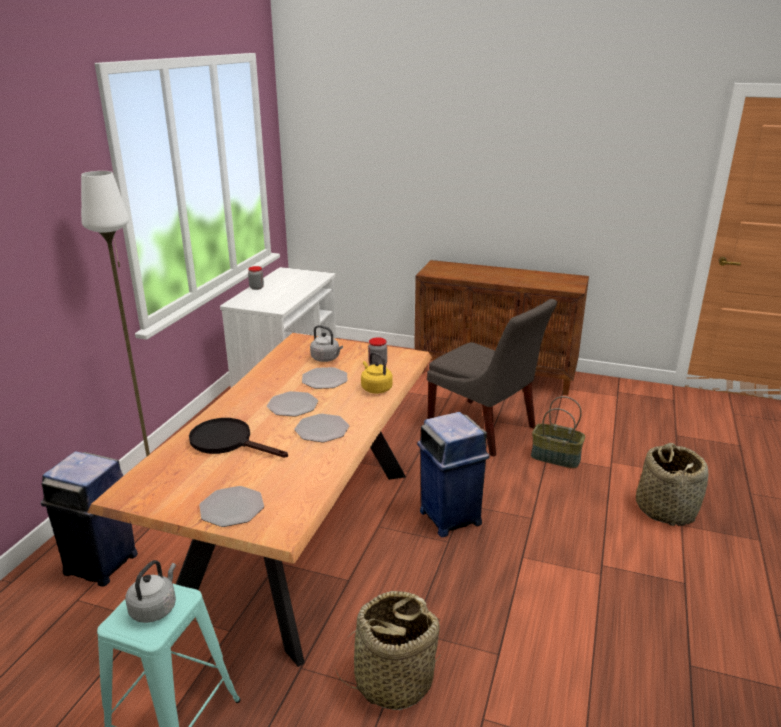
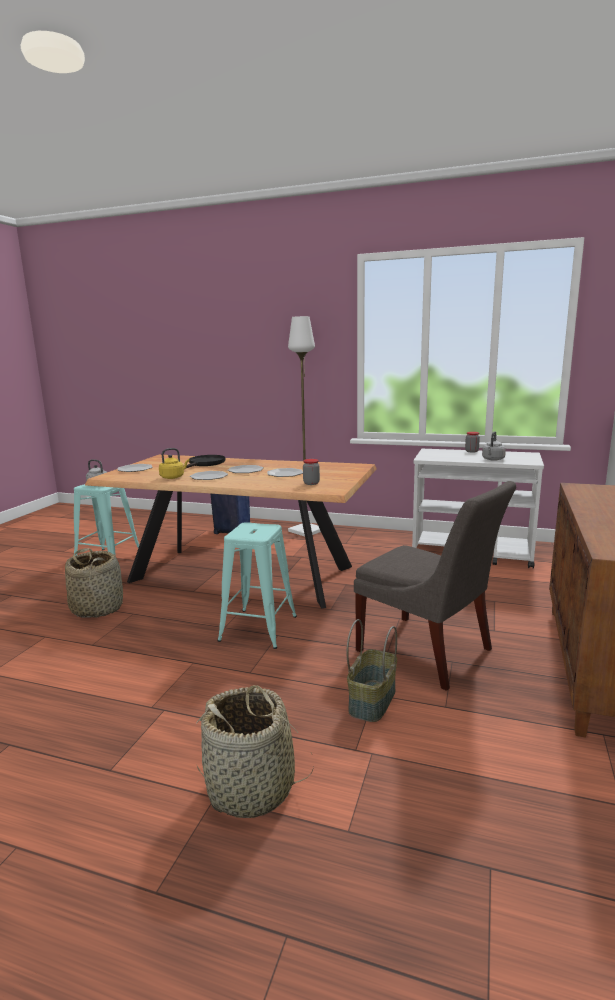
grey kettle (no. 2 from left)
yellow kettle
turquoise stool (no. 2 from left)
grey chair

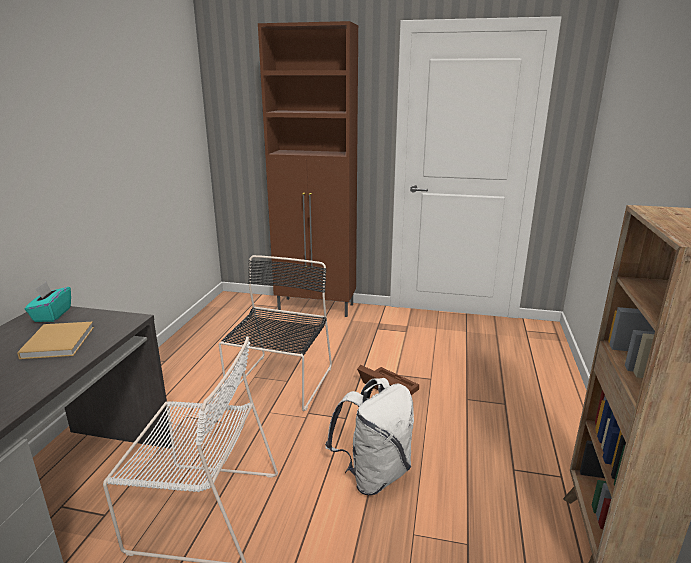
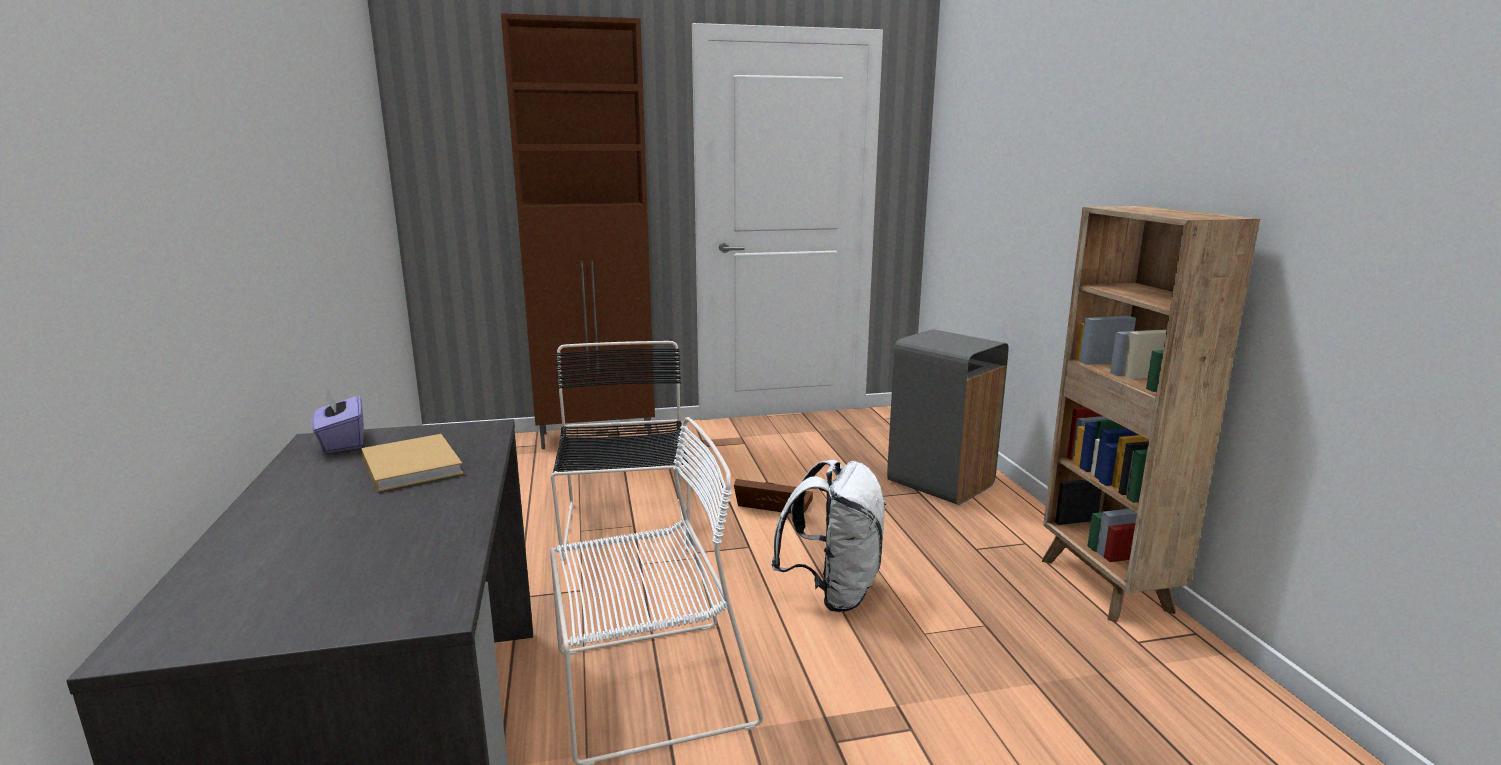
purple tissue box
grey trash can

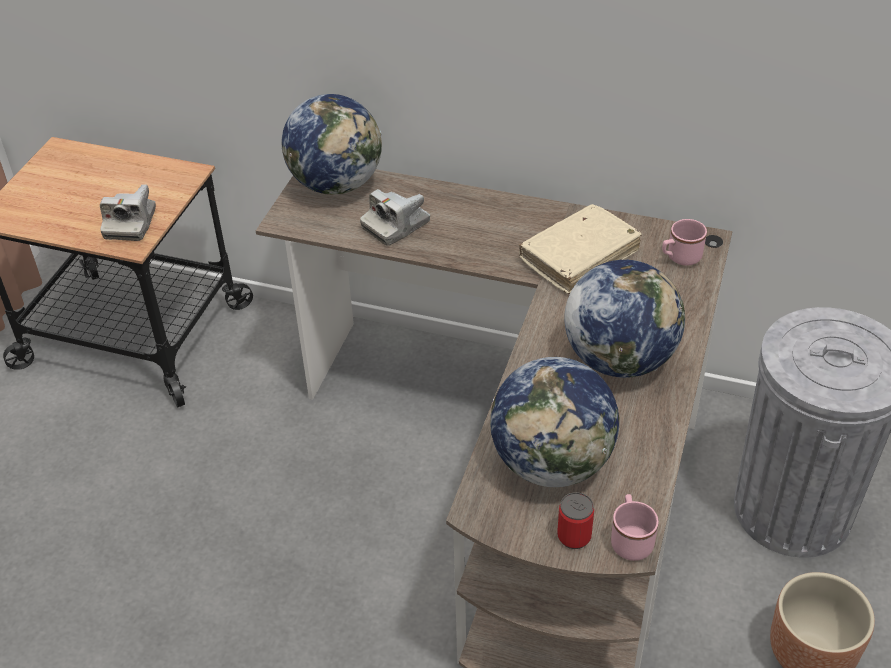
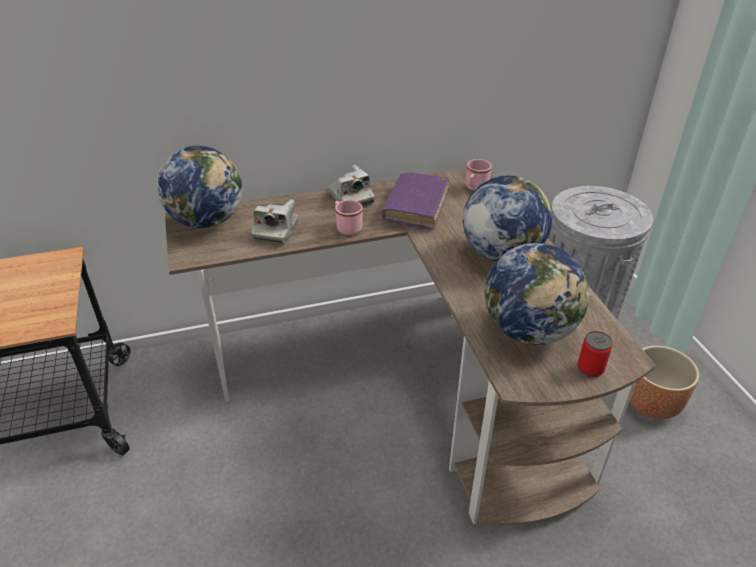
photo camera (no. 2 from left)
purple book
pink mug (no. 1 from left)

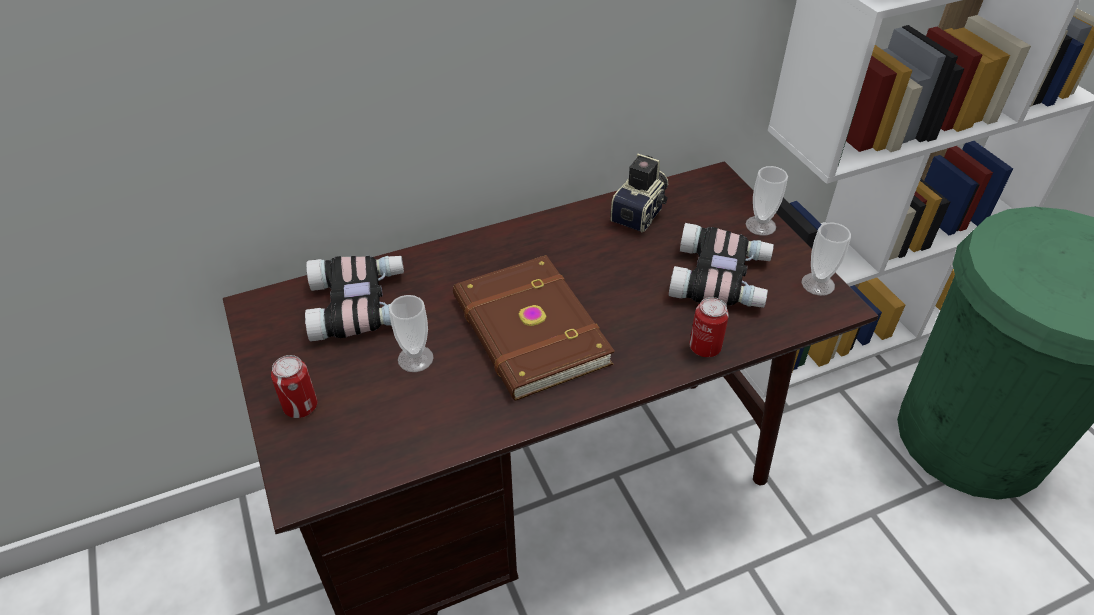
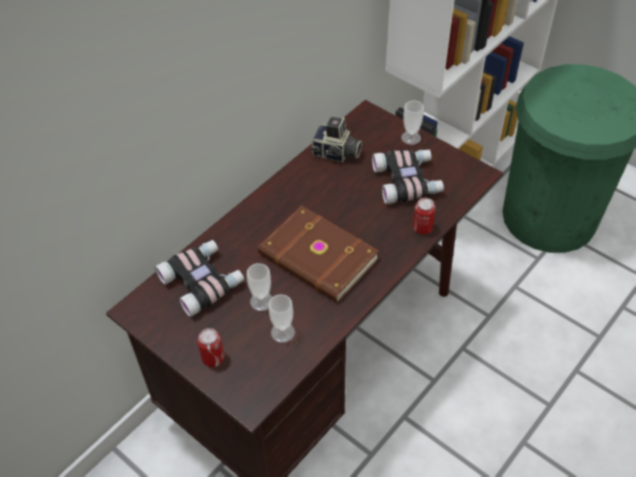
photo camera
cup (no. 2 from left)

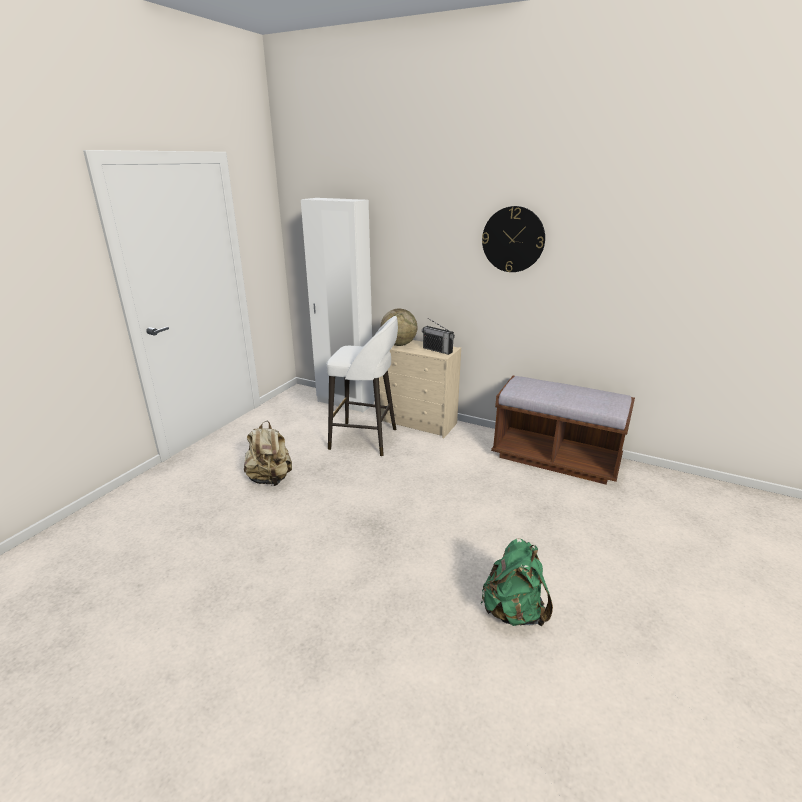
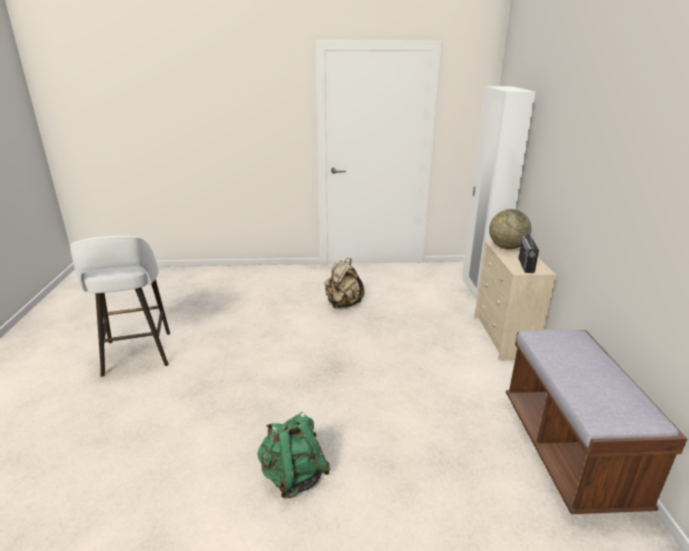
white stool
wall clock

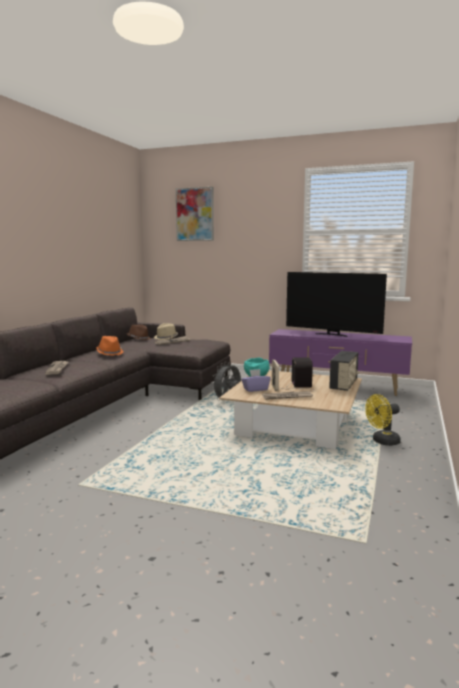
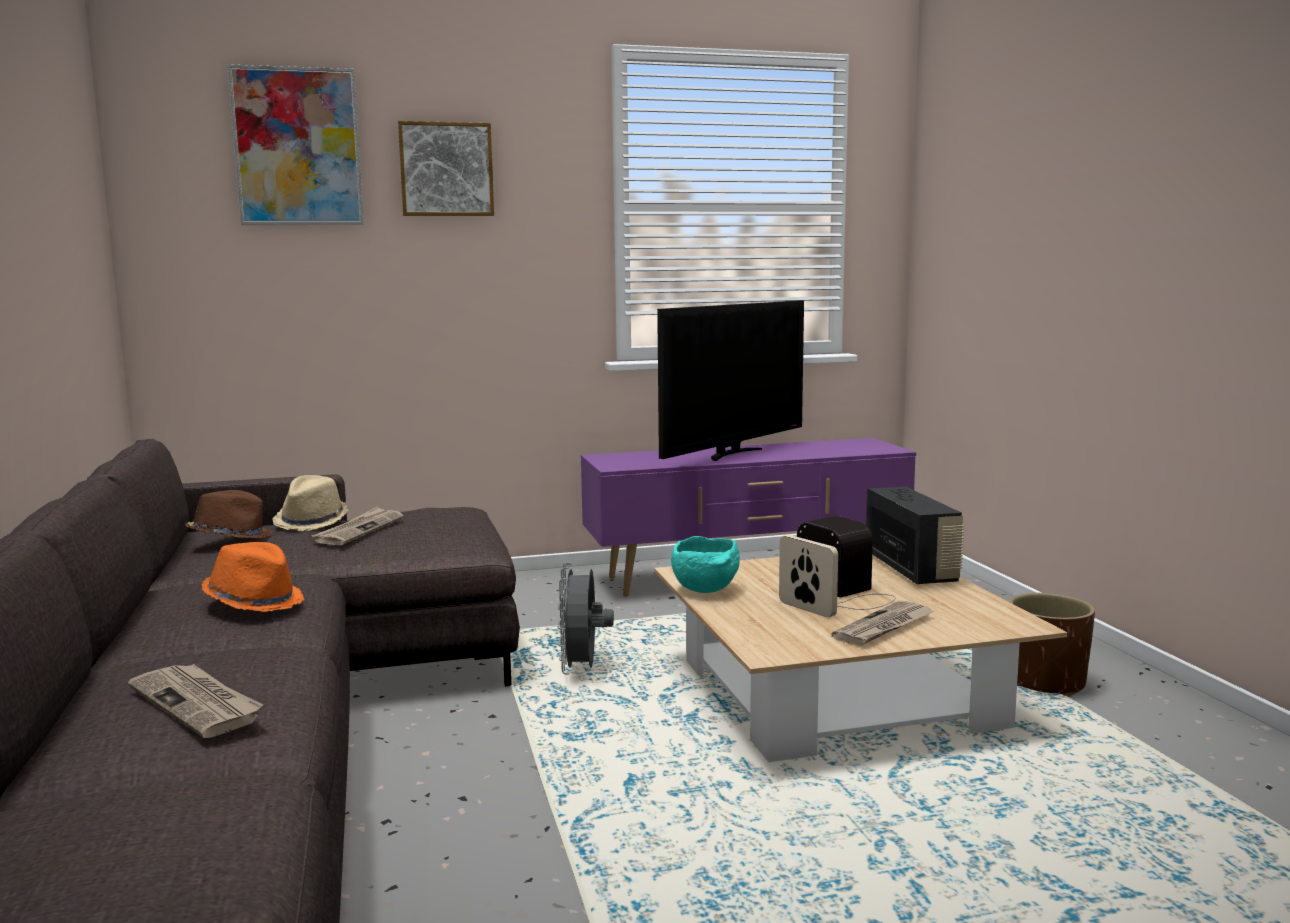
purple tissue box
television
brown planter
picture (no. 2 from left)

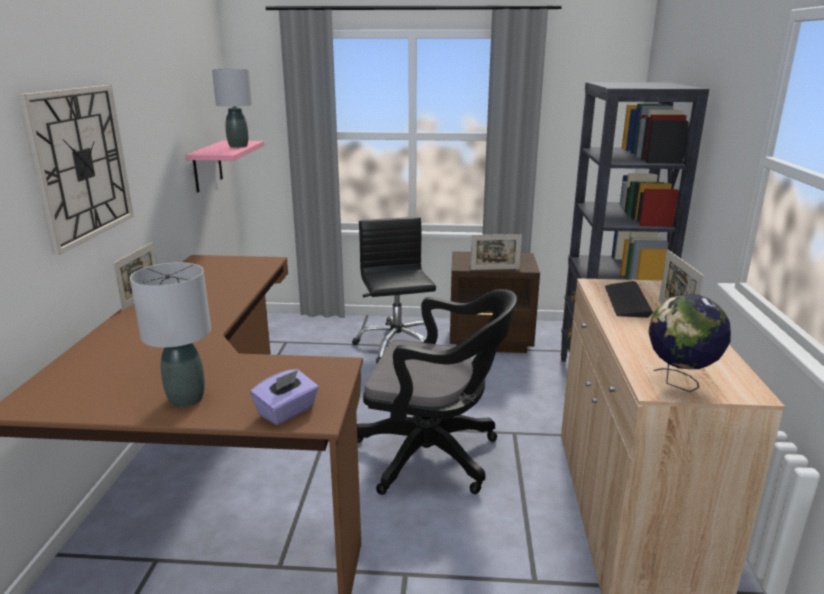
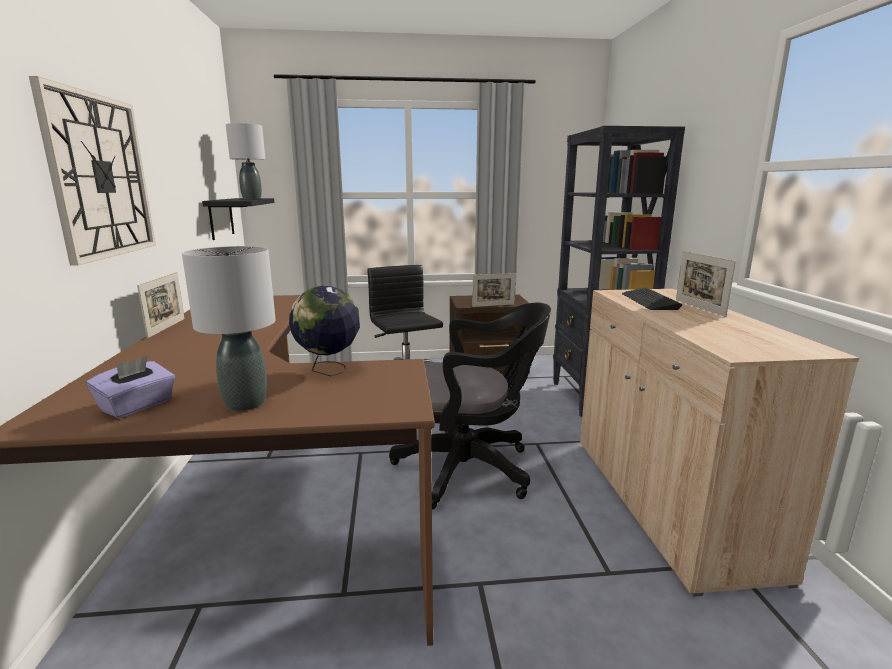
black shelf
purple tissue box
globe

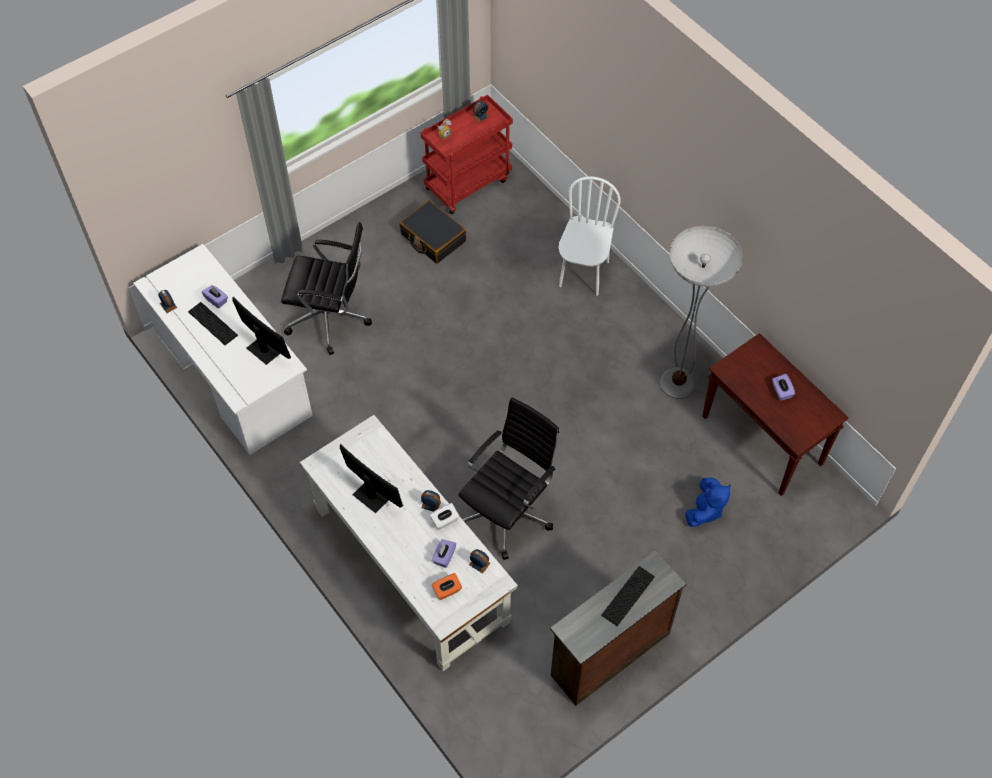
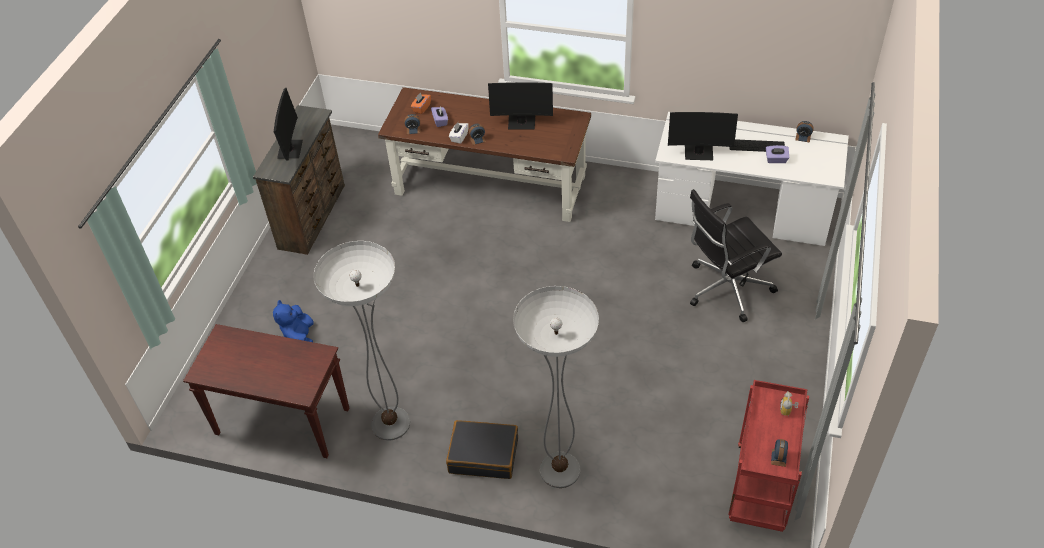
brown desk
black suitcase
black office chair (no. 2 from left in the first image)
floor lamp (no. 2 from left)
monitor (no. 1 from left)
purple tissue box (no. 3 from left in the first image)

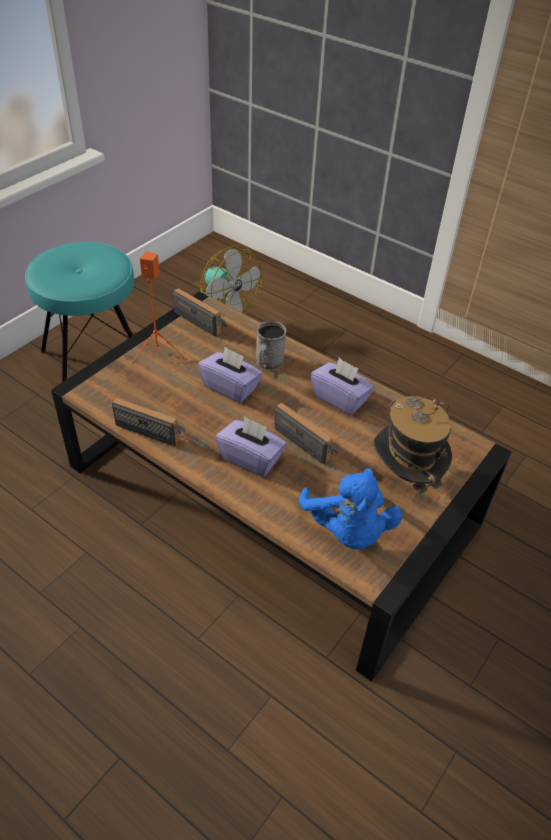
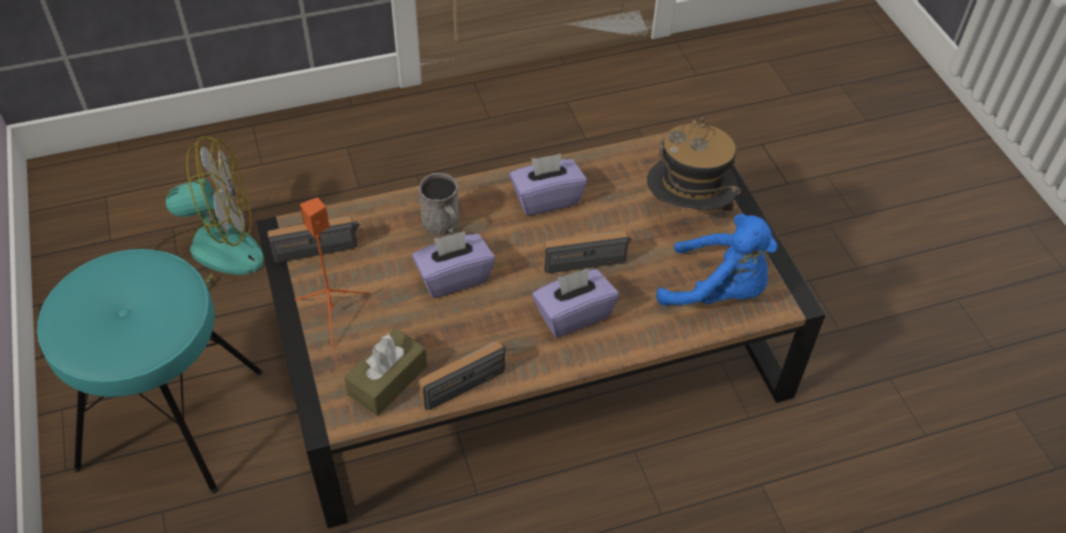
brown tissue box

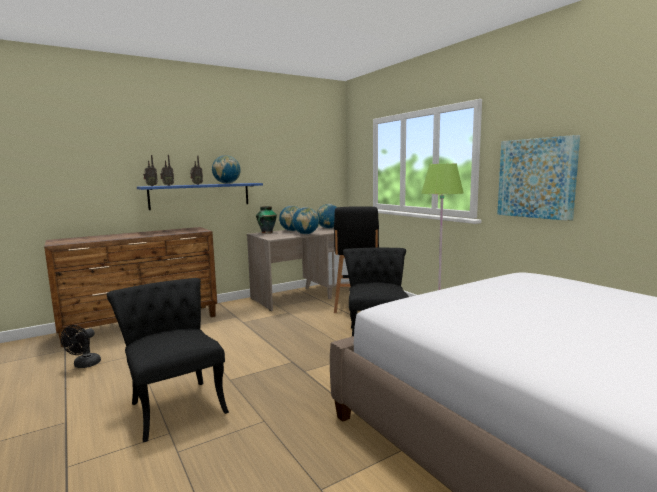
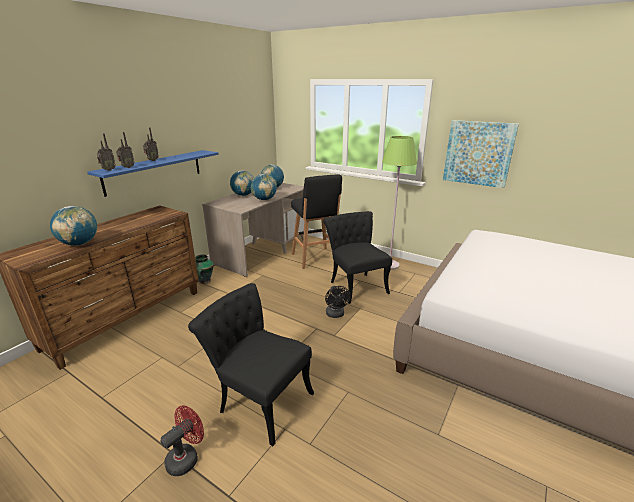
black fan
globe (no. 1 from left)
vase
red fan

